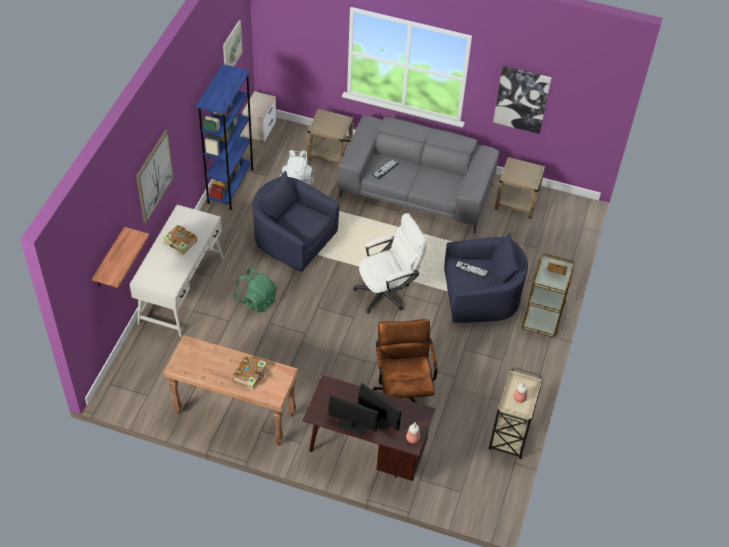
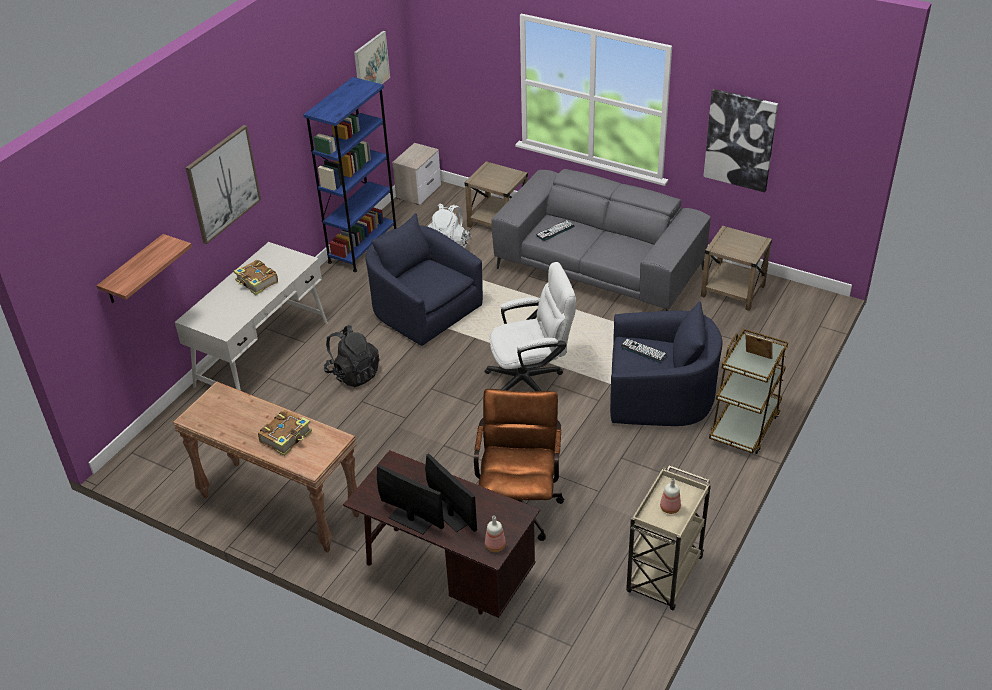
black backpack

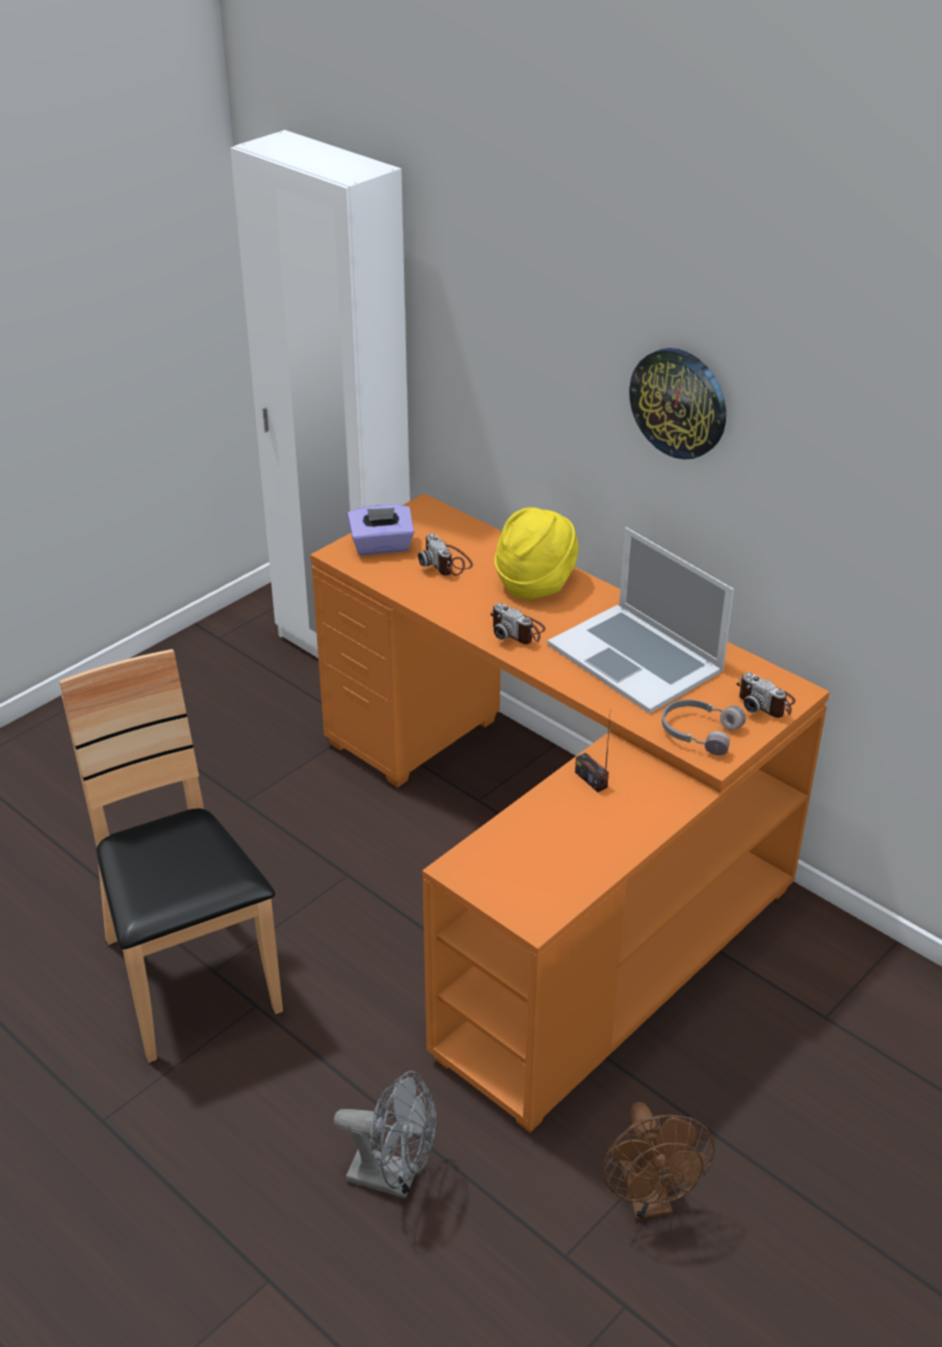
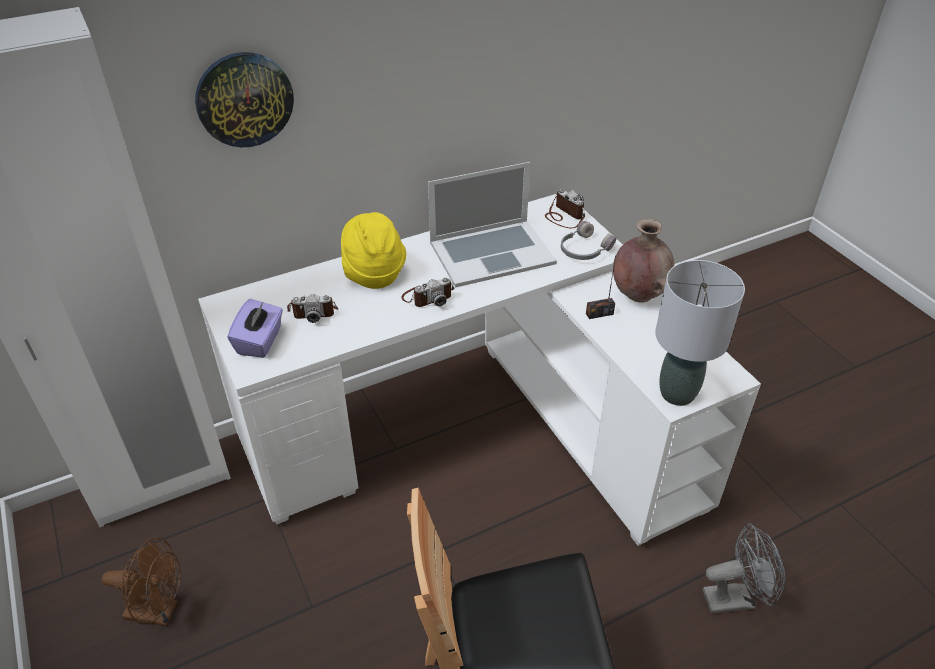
white desk
grey fan
brown fan
wall clock
photo camera (no. 3 from left)
brown vase
grey table lamp

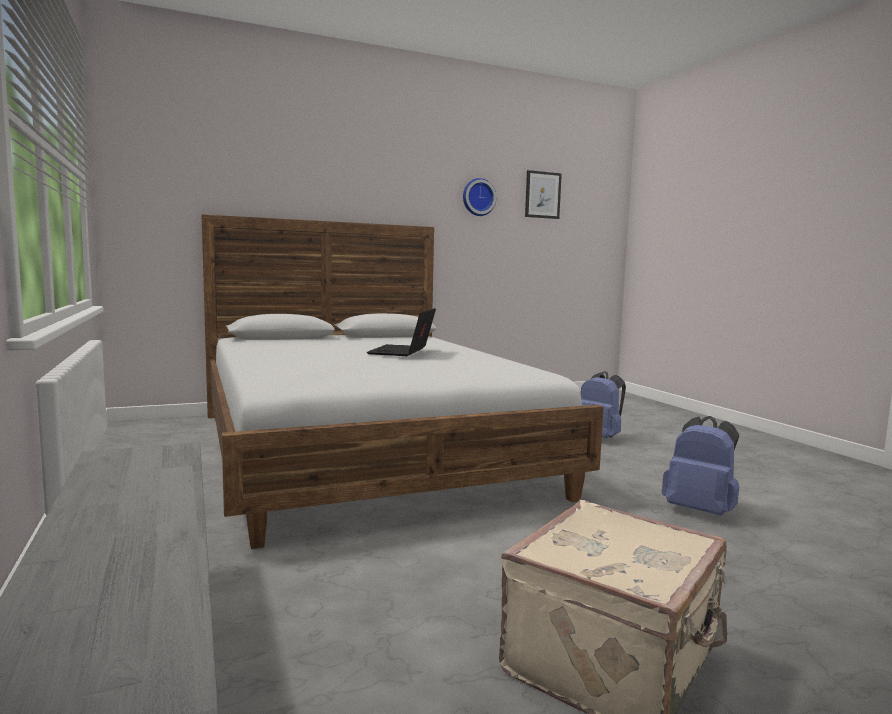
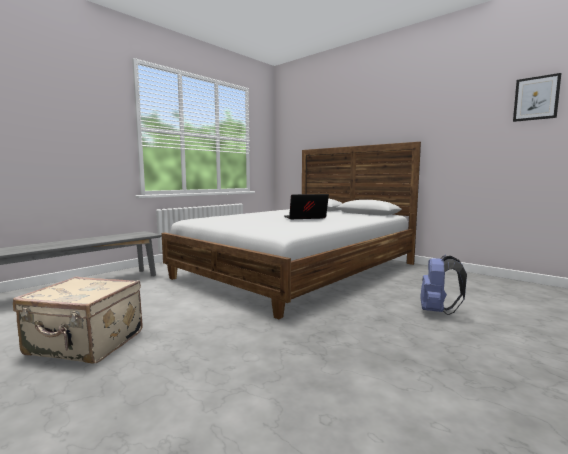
wall clock
blue backpack (no. 2 from left in the first image)

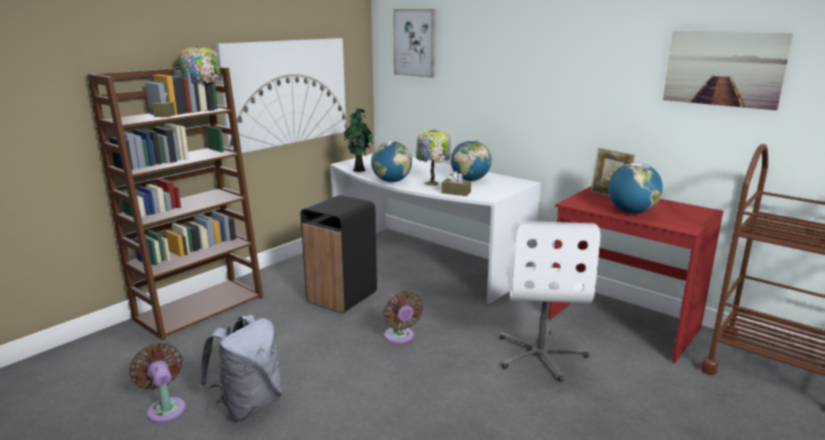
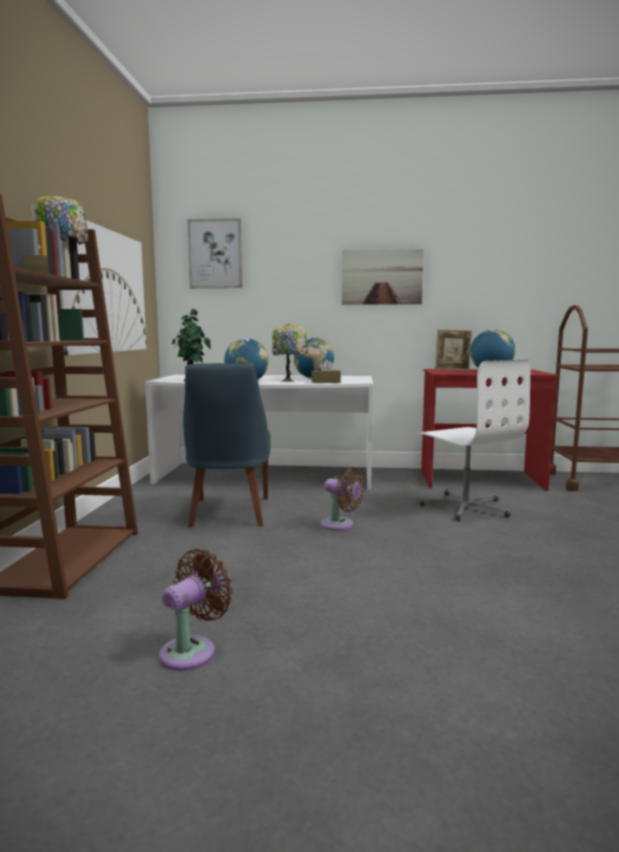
brown fan (no. 1 from left)
grey backpack
blue chair
picture (no. 3 from left)

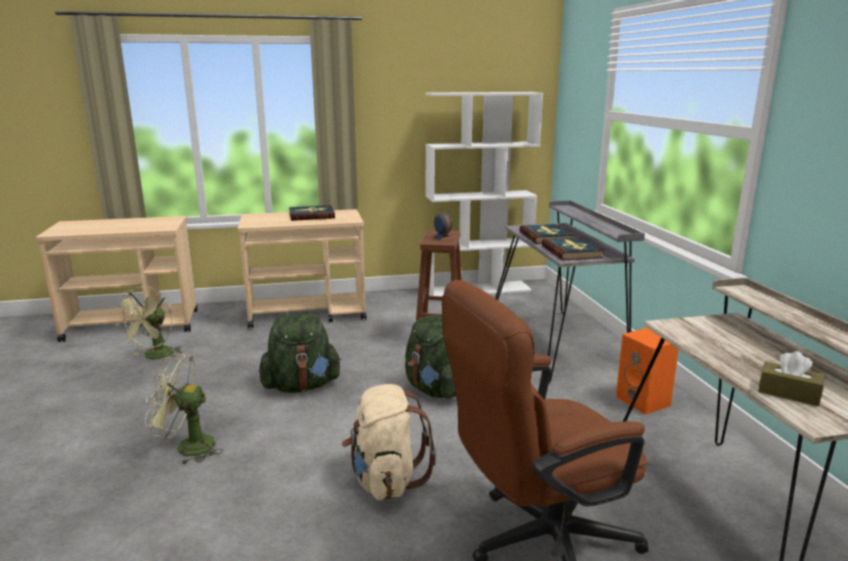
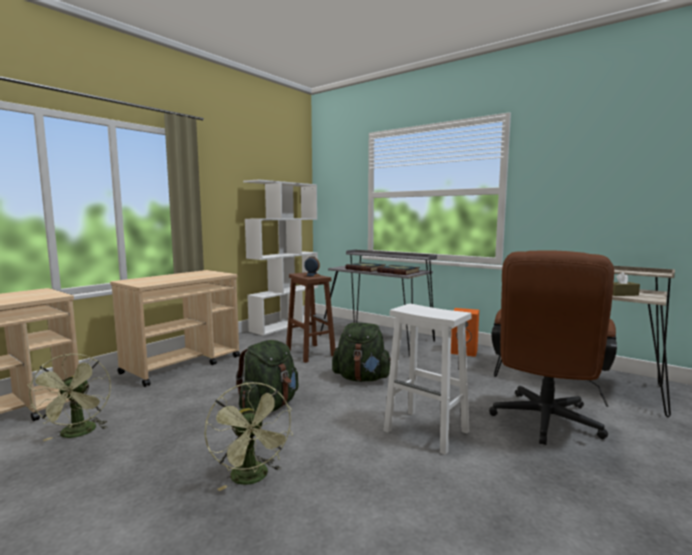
green fan (no. 2 from left)
book (no. 1 from left in the first image)
white stool

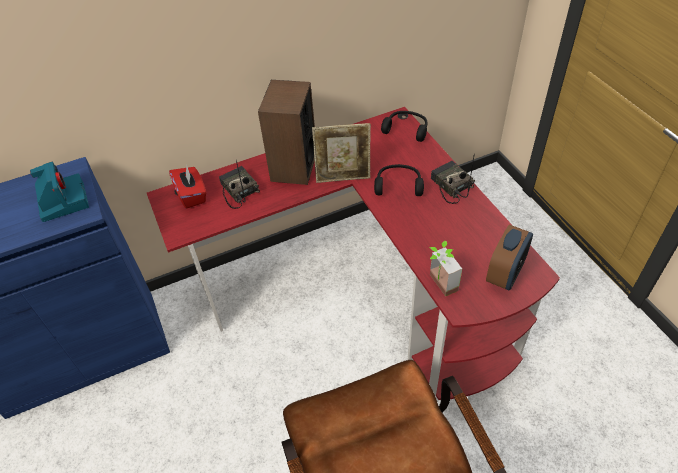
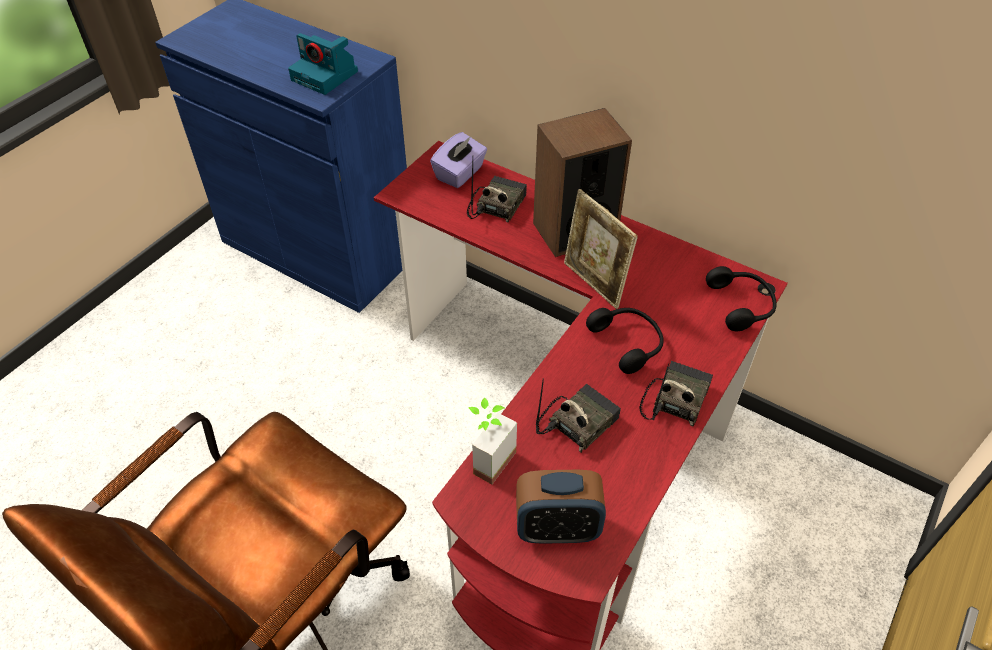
photo camera
purple tissue box
radio (no. 2 from left)

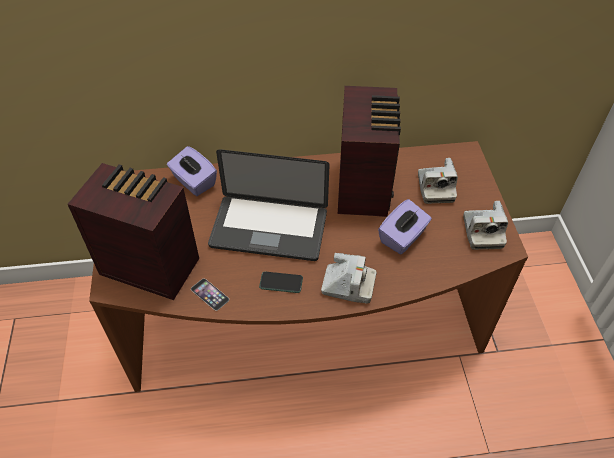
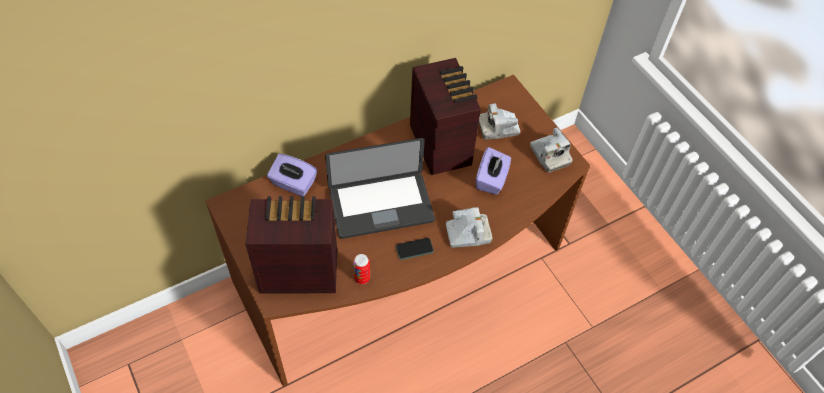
can
photo camera (no. 2 from left)

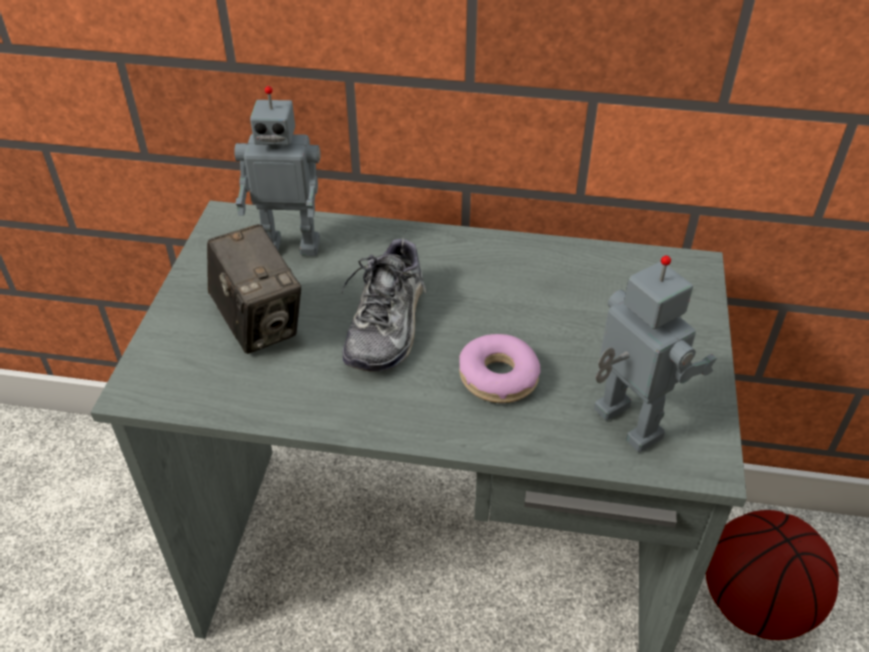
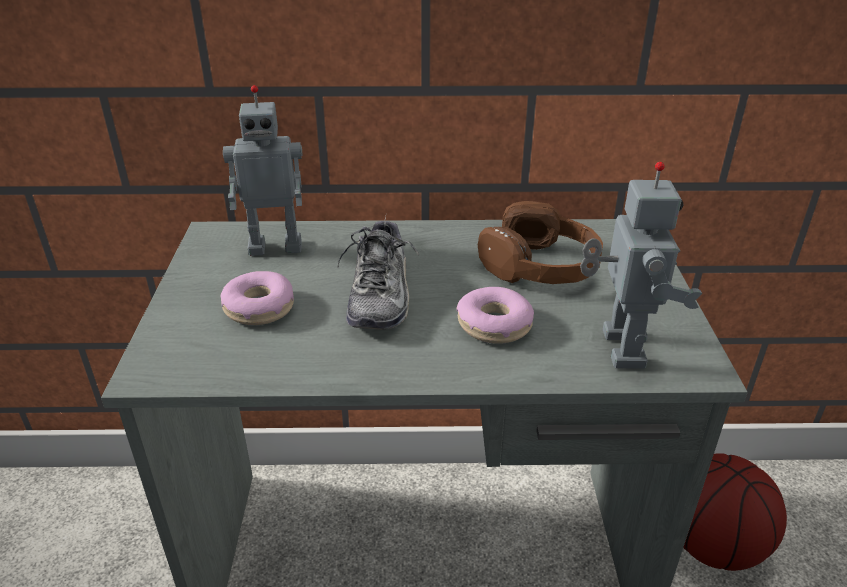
donut (no. 1 from left)
toy robot (no. 2 from left)
brown headphones

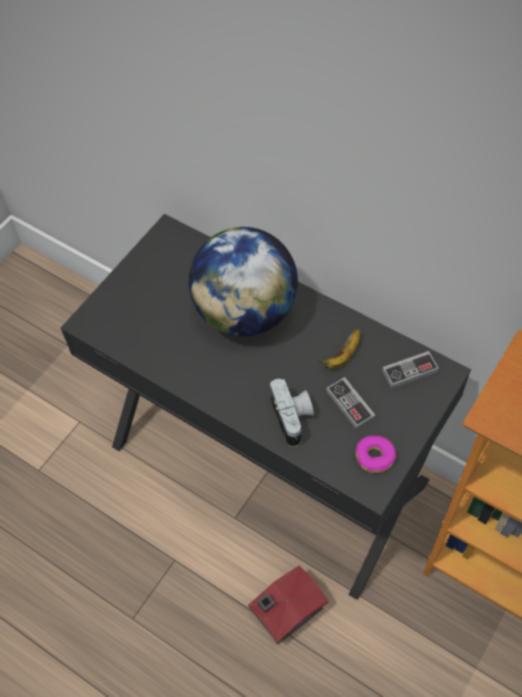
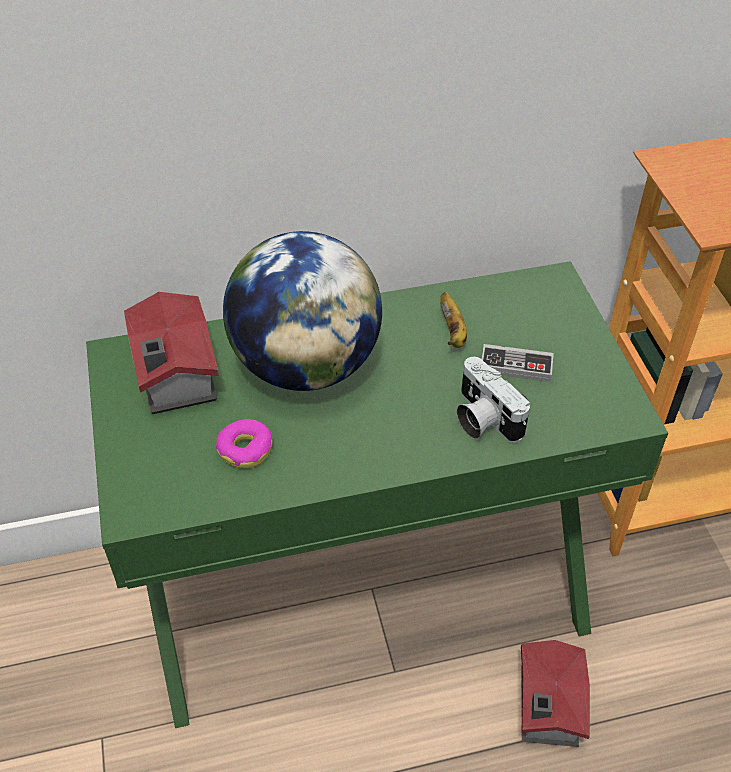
green desk
photo camera
donut
game controller (no. 2 from left in the first image)
toy house (no. 1 from left)

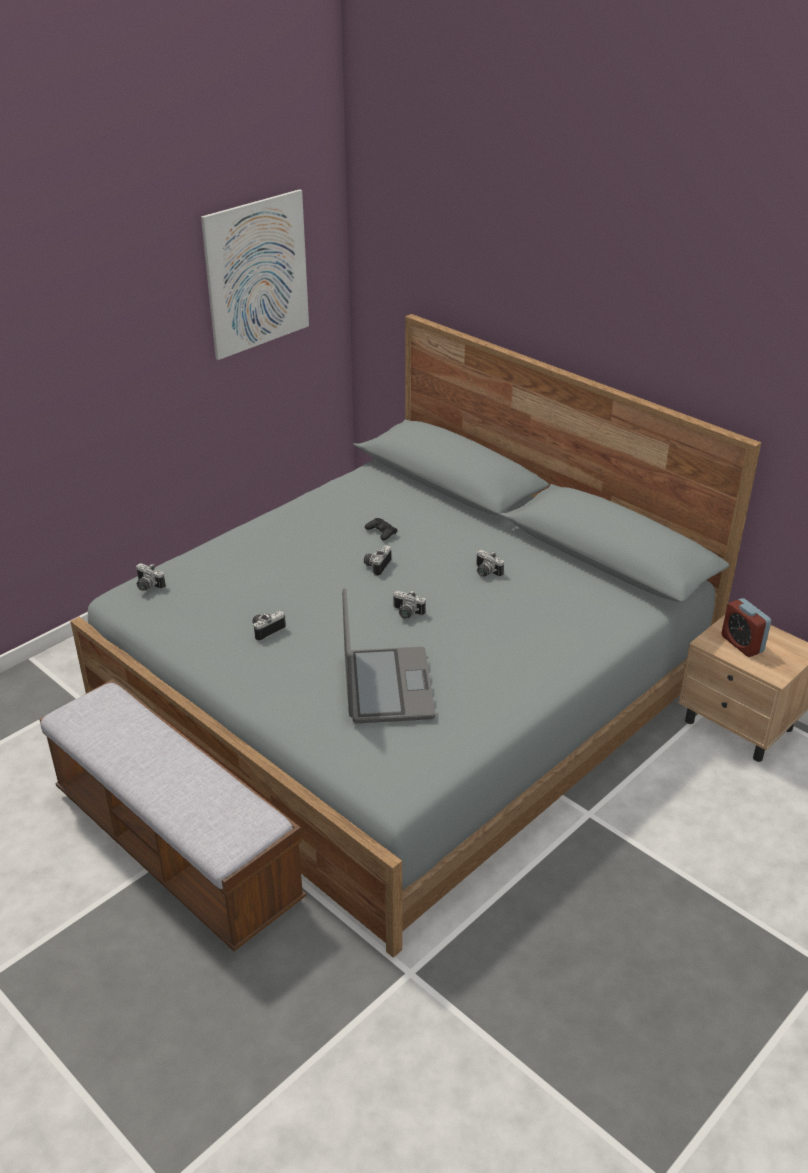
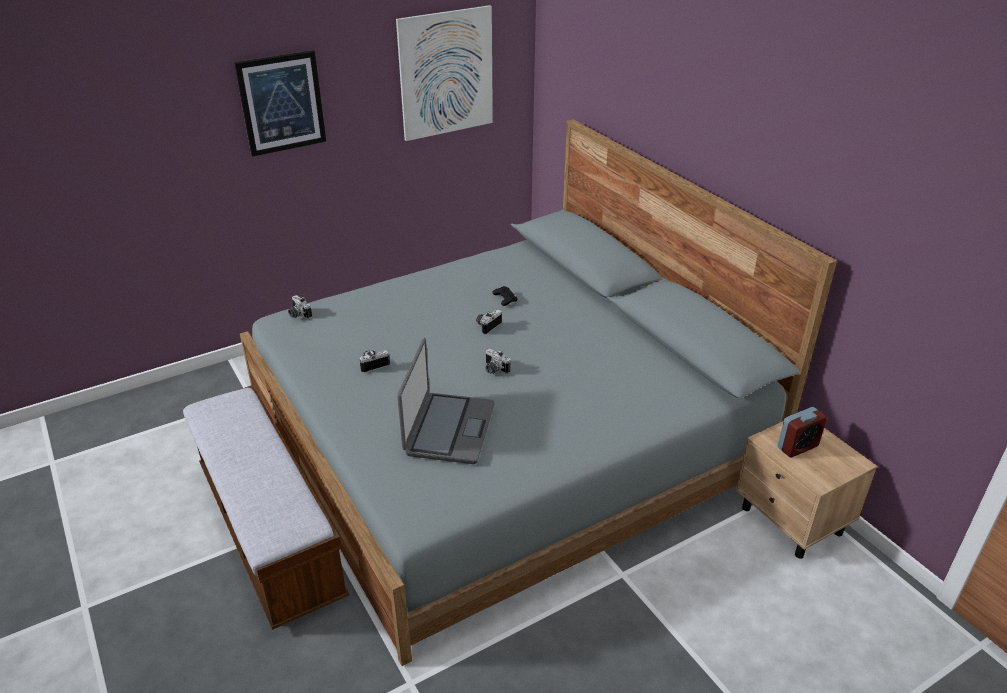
photo camera (no. 5 from left in the first image)
alarm clock
picture (no. 1 from left)

